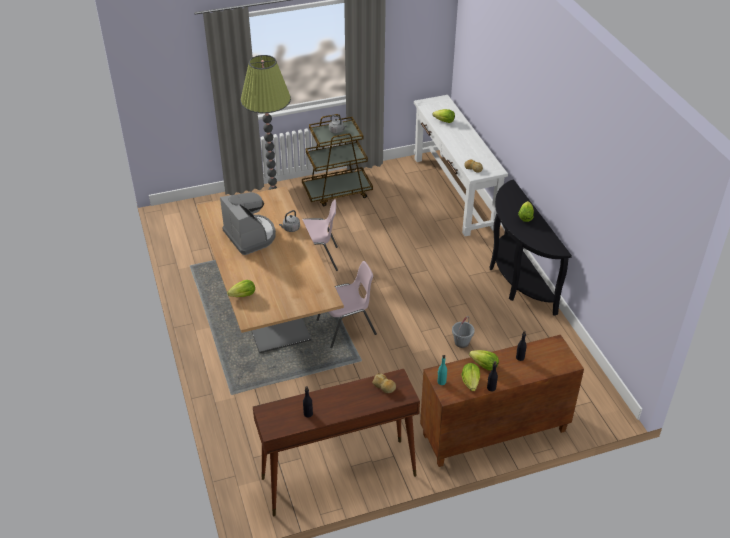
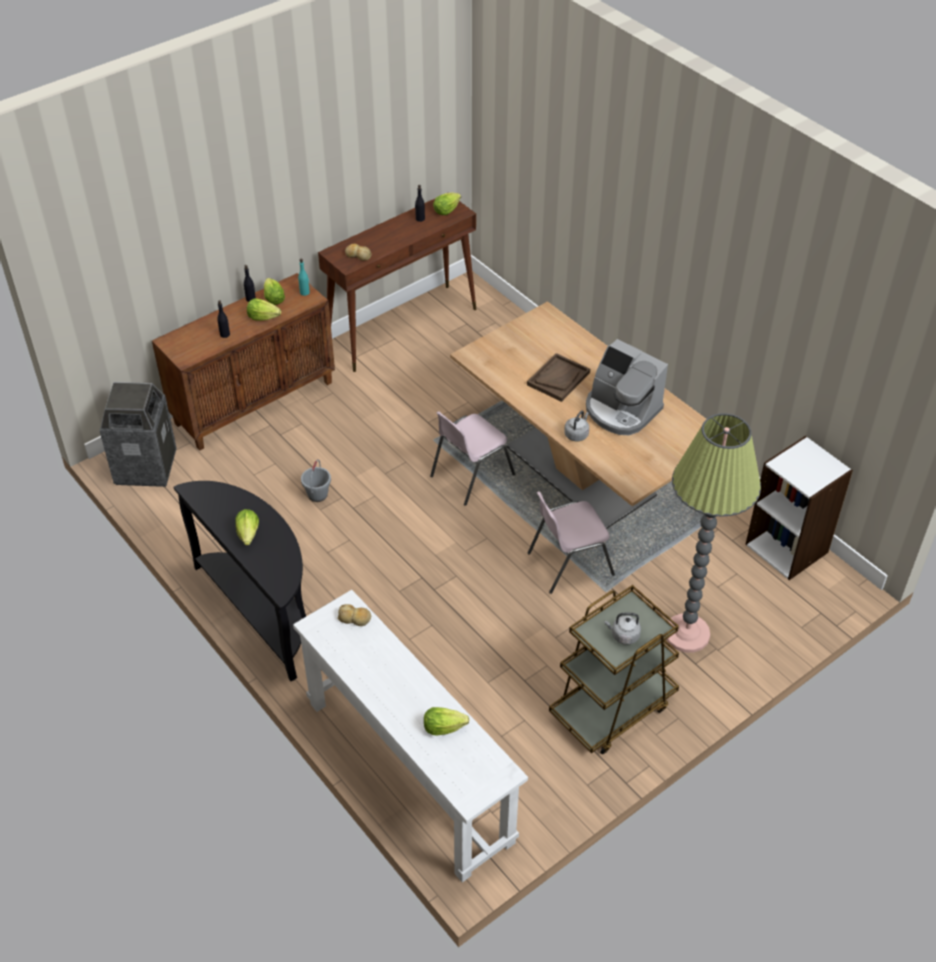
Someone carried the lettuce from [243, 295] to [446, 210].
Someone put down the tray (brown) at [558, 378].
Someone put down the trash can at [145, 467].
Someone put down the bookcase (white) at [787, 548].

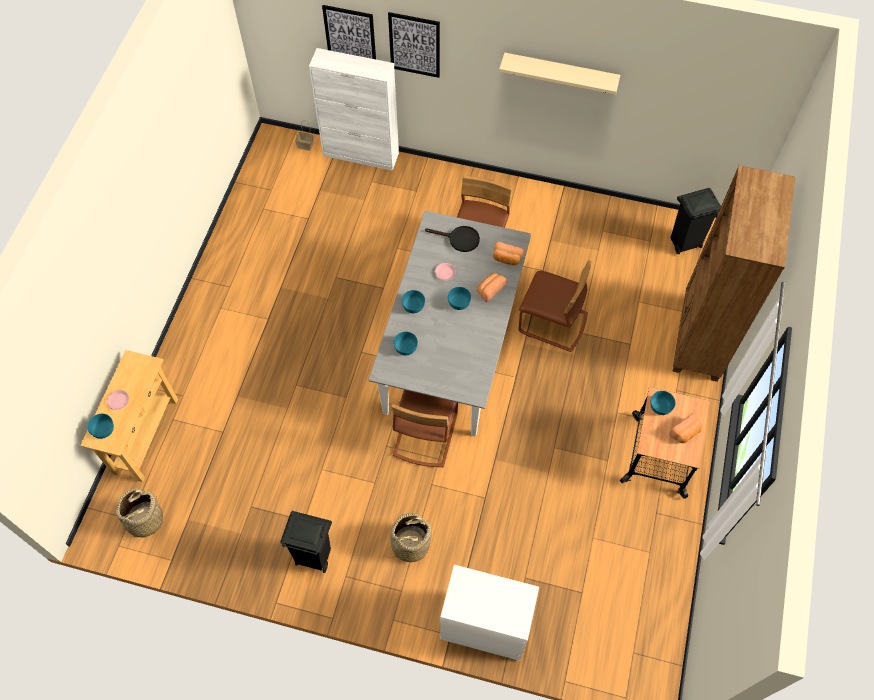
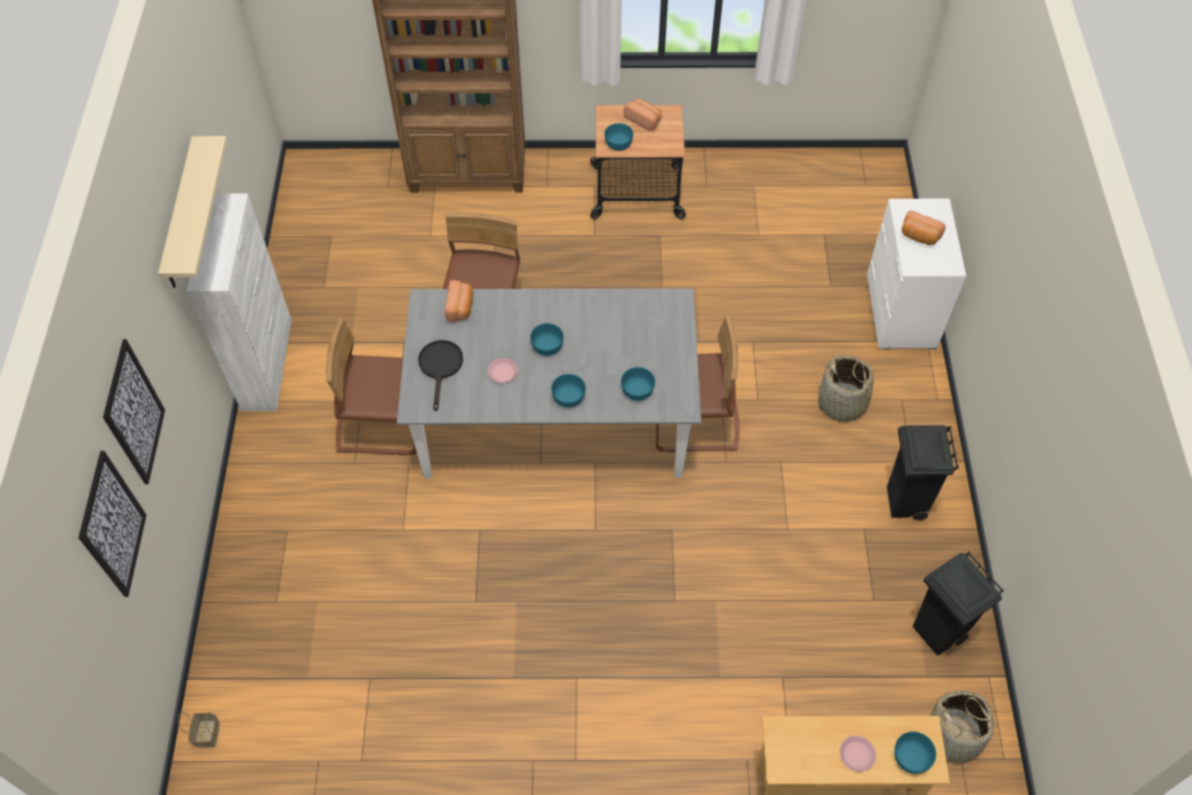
Someone carried the cabinet (white) from [361, 154] to [267, 363].
Someone carried the trash can (black) from [684, 243] to [938, 633].
Someone carried the bread from [490, 290] to [919, 236].

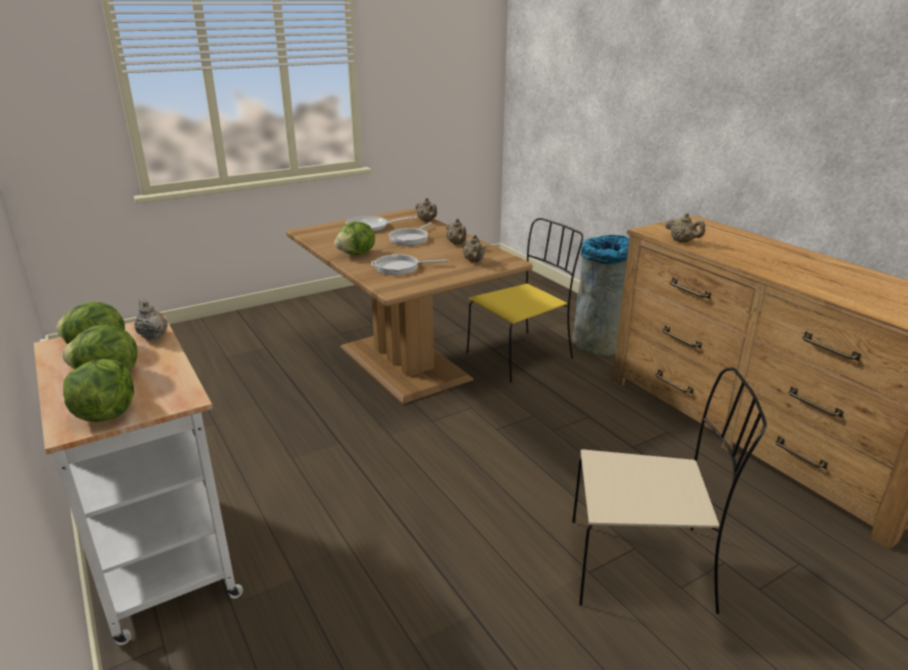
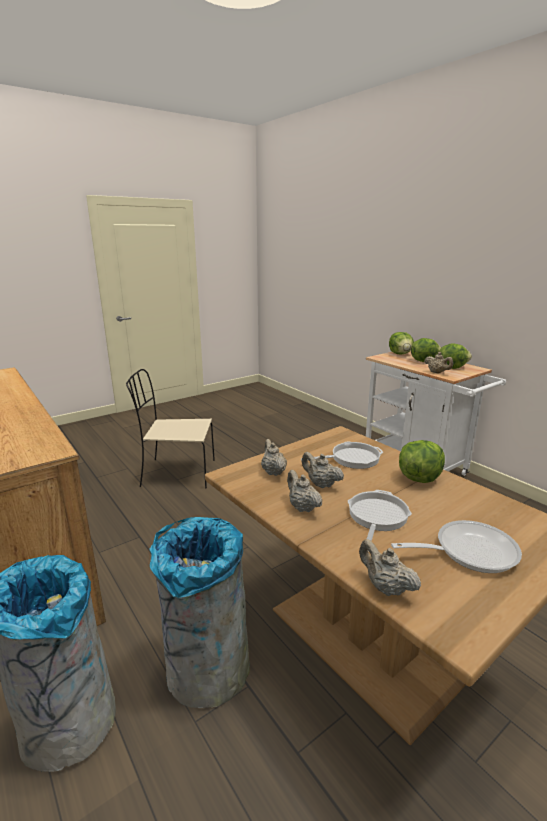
Someone carried the teapot (beige) from [682, 241] to [320, 484].
Someone swapped the chair (yellow) at [521, 355] for the trash can (grey) at [207, 671].

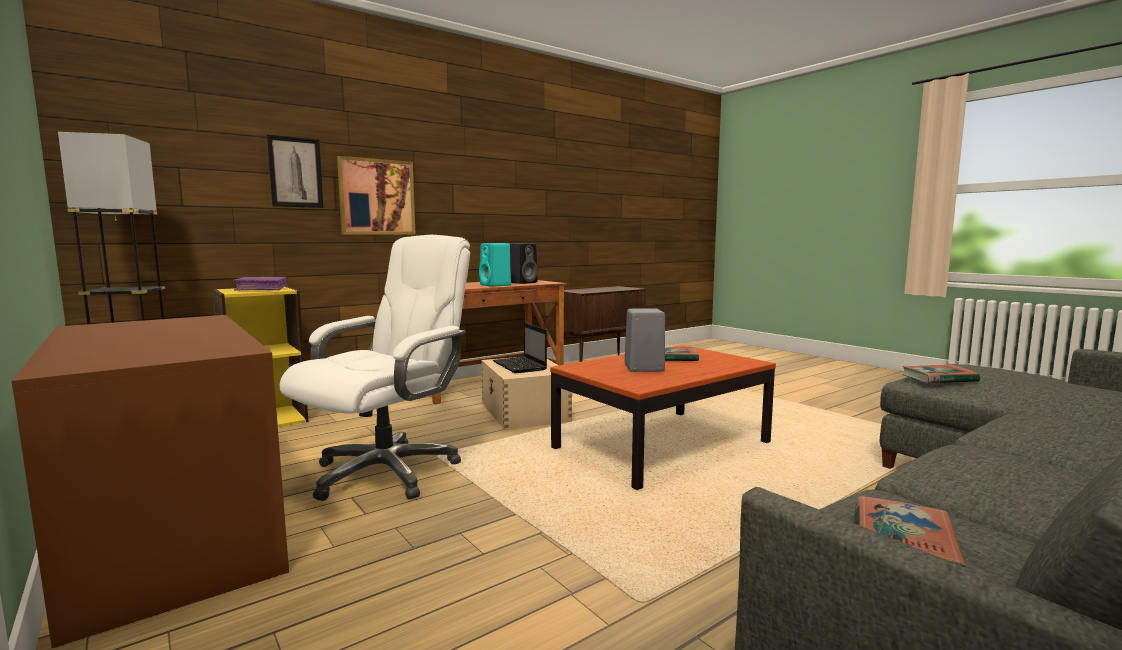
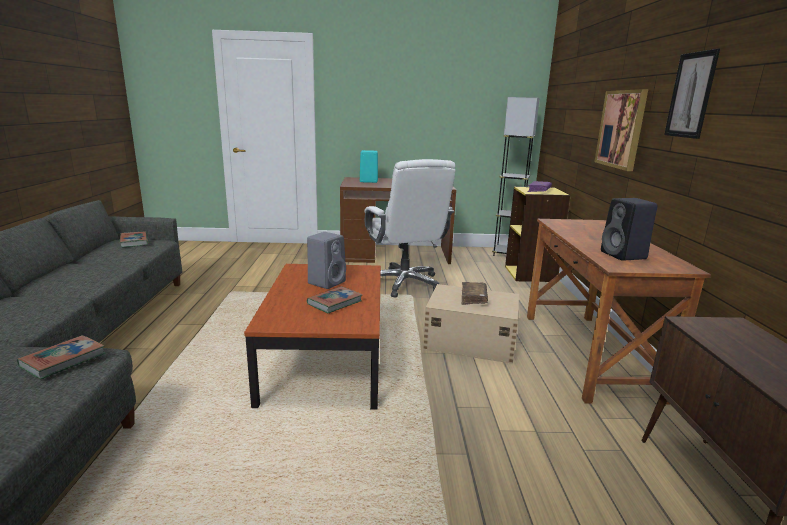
Someone carried the picture from [295, 172] to [691, 95].
Someone carried the speaker (turquoise) from [496, 285] to [368, 181].
Someone swapped the laptop at [520, 366] for the book (brown) at [473, 298].

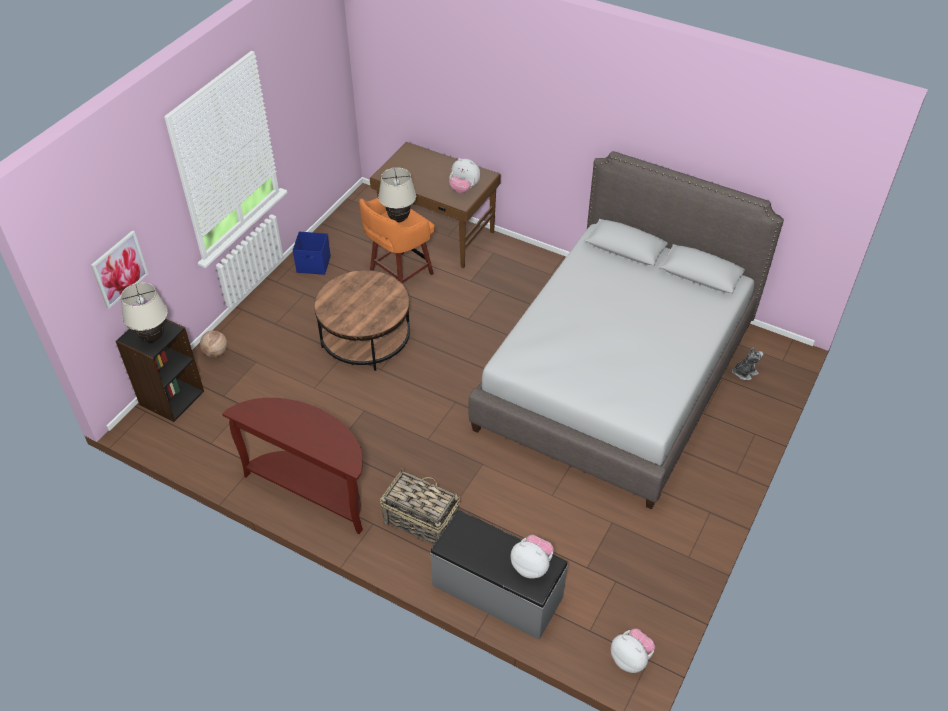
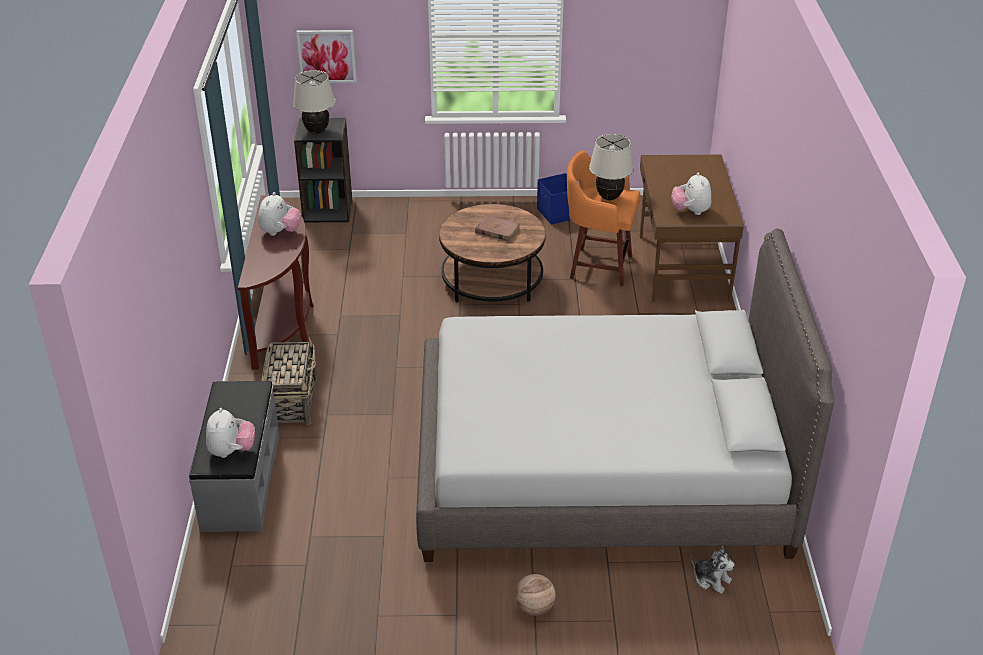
Someone carried the basketball from [216, 353] to [534, 608].
Someone carried the plush toy from [630, 659] to [280, 232].
Someone put down the book (brown) at [497, 231].

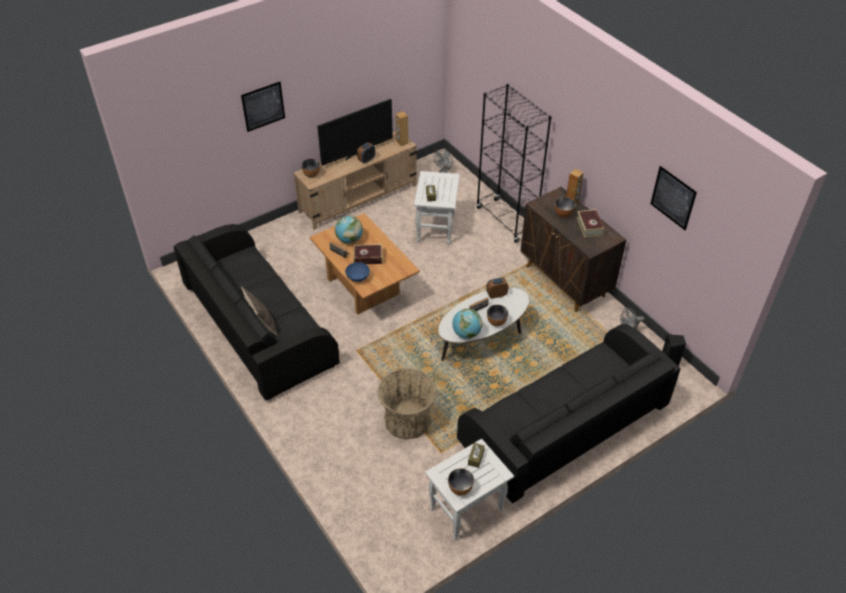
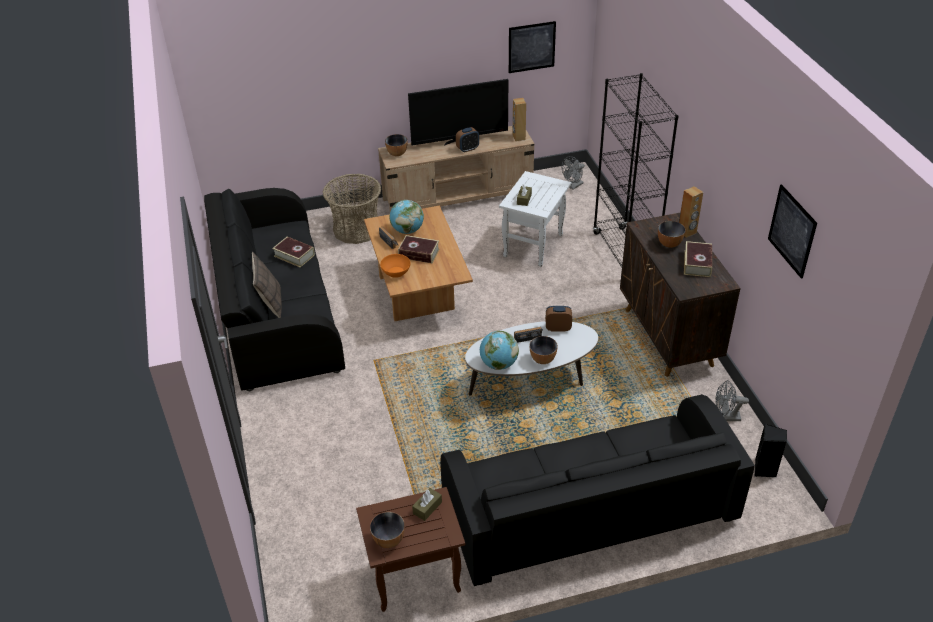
Someone carried the picture from [263, 106] to [531, 47].
Someone repainted the bowl (blue) at [357, 277], which became the bowl (orange) at [395, 272].
Someone carried the basket from [407, 420] to [356, 229].
Someone repainted the side table (white) at [466, 511], which became the side table (brown) at [413, 579].
Someone put down the book at [294, 255].

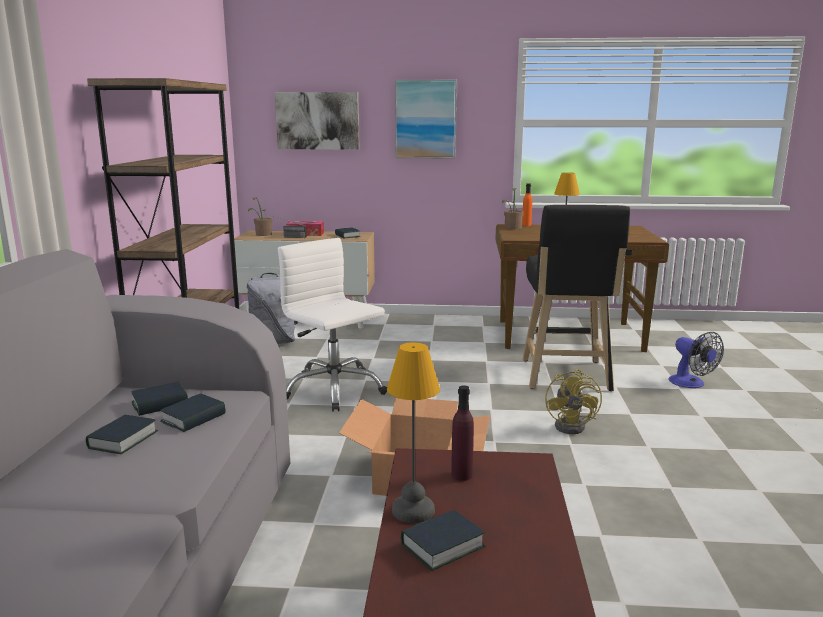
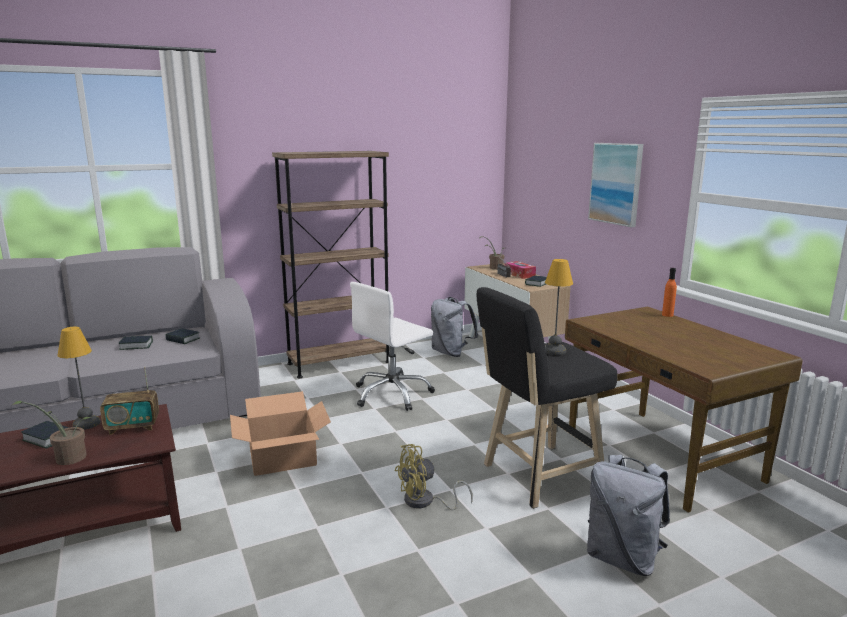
Someone took away the picture at [317, 121].
Someone carried the potted plant from [512, 228] to [66, 458].
Someone rotated the office chair (white) at [334, 389] by 150 degrees counterclockwise.
Someone swapped the fan at [691, 384] for the backpack (grey) at [623, 558].
Someone swapped the bottle (purple) at [461, 475] for the radio at [133, 427].
Someone took away the book at [193, 418].

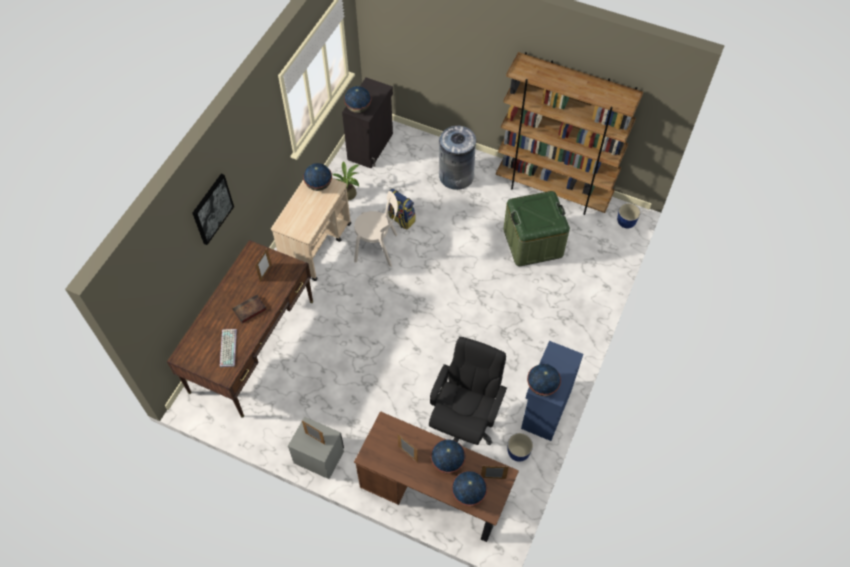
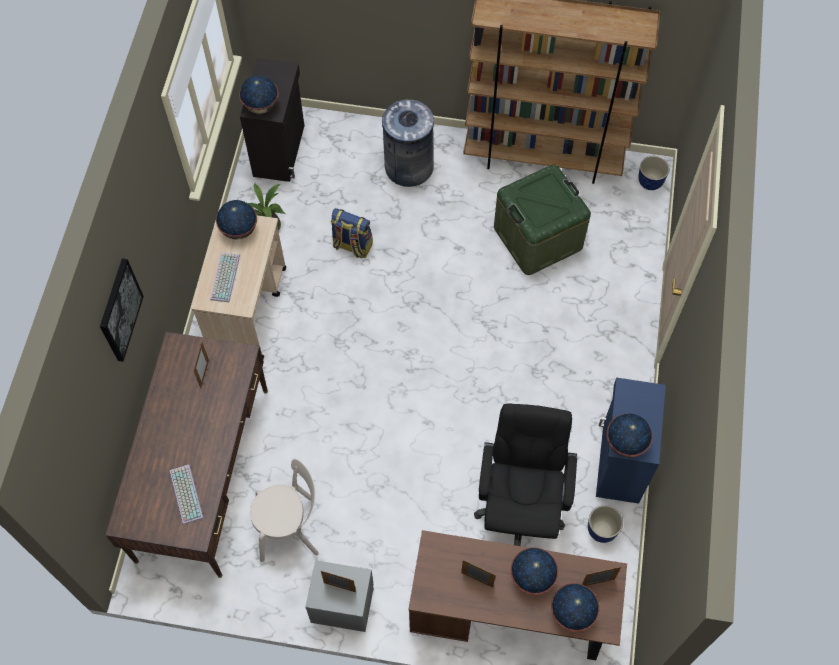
Someone carried the chair (beige) from [378, 248] to [291, 528].
Someone took away the book at [249, 310].
Someone put down the keyboard at [224, 276].

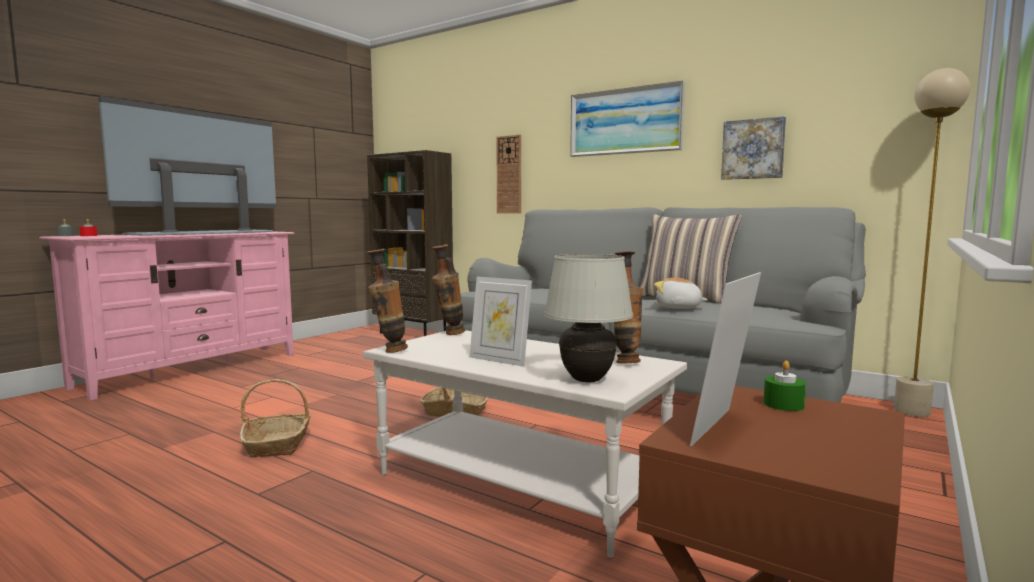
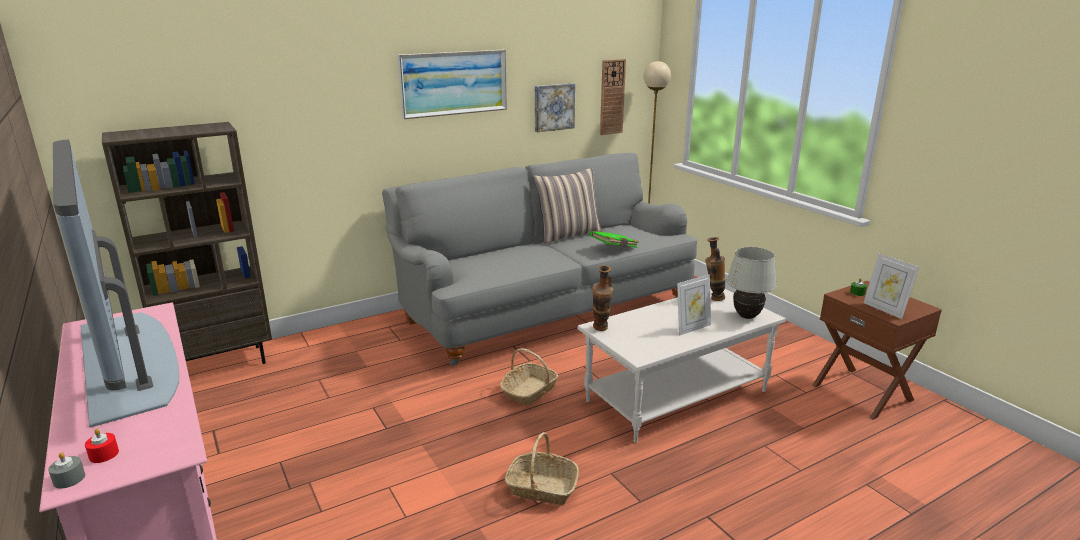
Someone carried the wall clock from [509, 175] to [612, 97].
Someone took away the vase at [388, 351].
Someone swapped the plush toy at [678, 307] for the book (green) at [614, 248].

